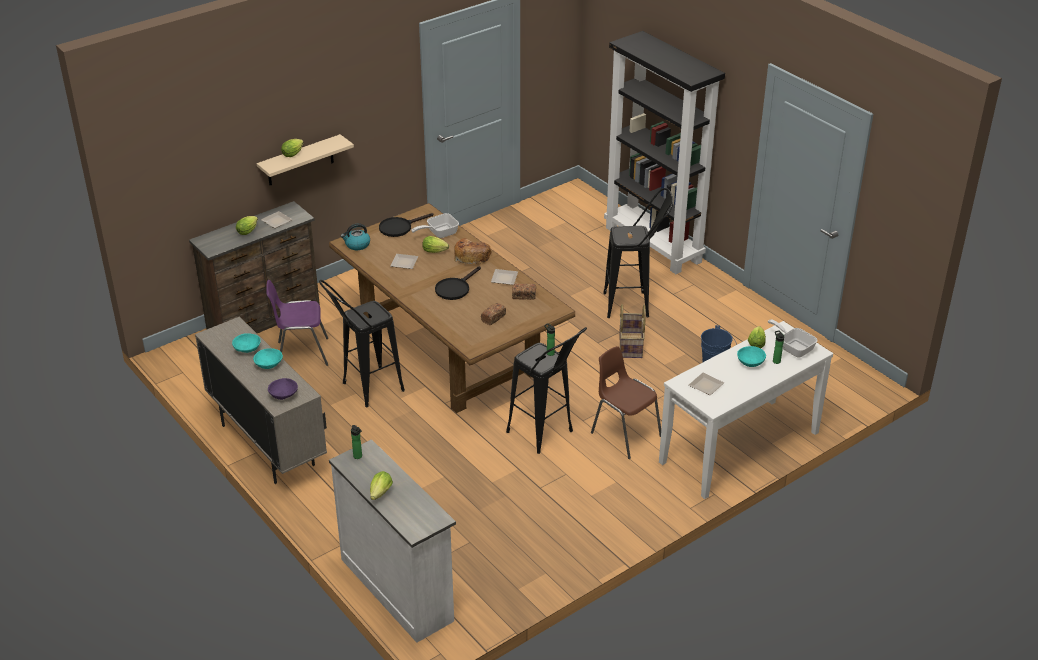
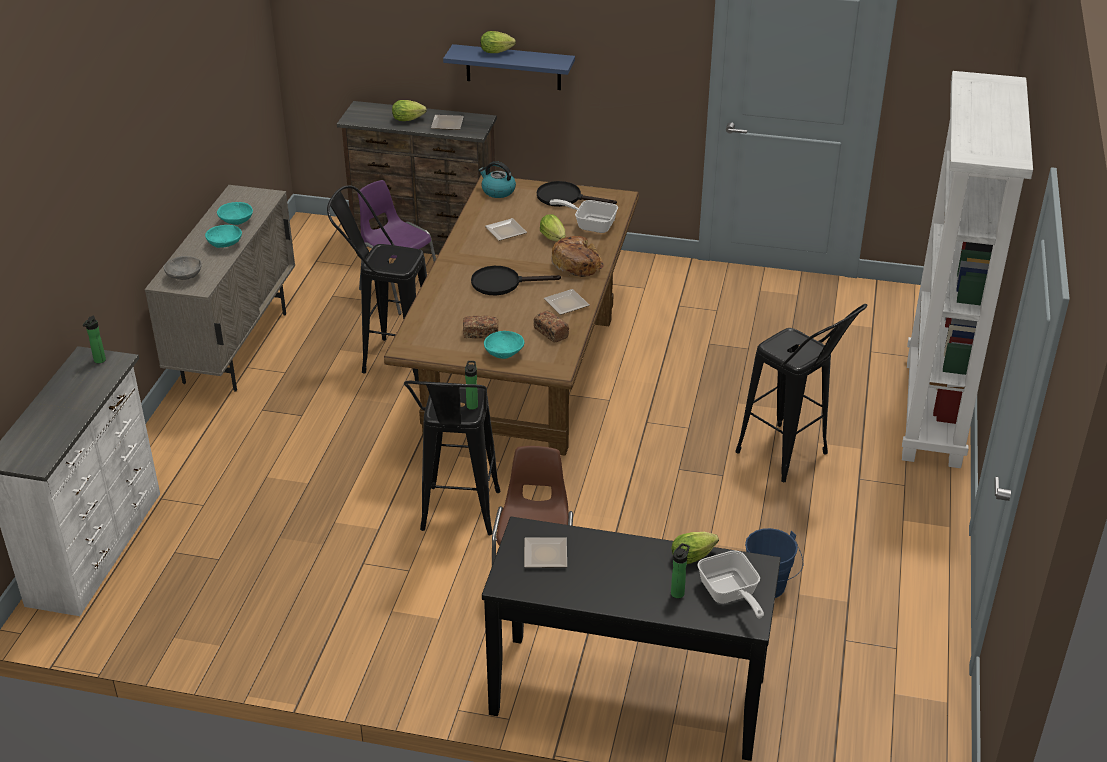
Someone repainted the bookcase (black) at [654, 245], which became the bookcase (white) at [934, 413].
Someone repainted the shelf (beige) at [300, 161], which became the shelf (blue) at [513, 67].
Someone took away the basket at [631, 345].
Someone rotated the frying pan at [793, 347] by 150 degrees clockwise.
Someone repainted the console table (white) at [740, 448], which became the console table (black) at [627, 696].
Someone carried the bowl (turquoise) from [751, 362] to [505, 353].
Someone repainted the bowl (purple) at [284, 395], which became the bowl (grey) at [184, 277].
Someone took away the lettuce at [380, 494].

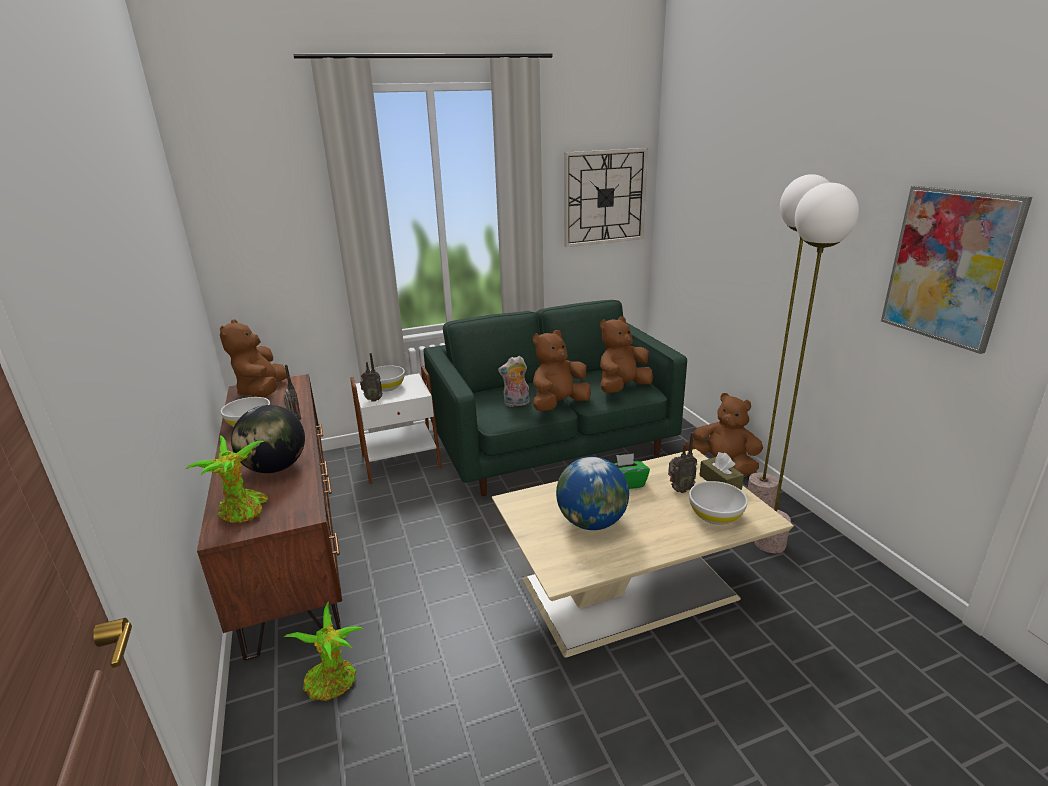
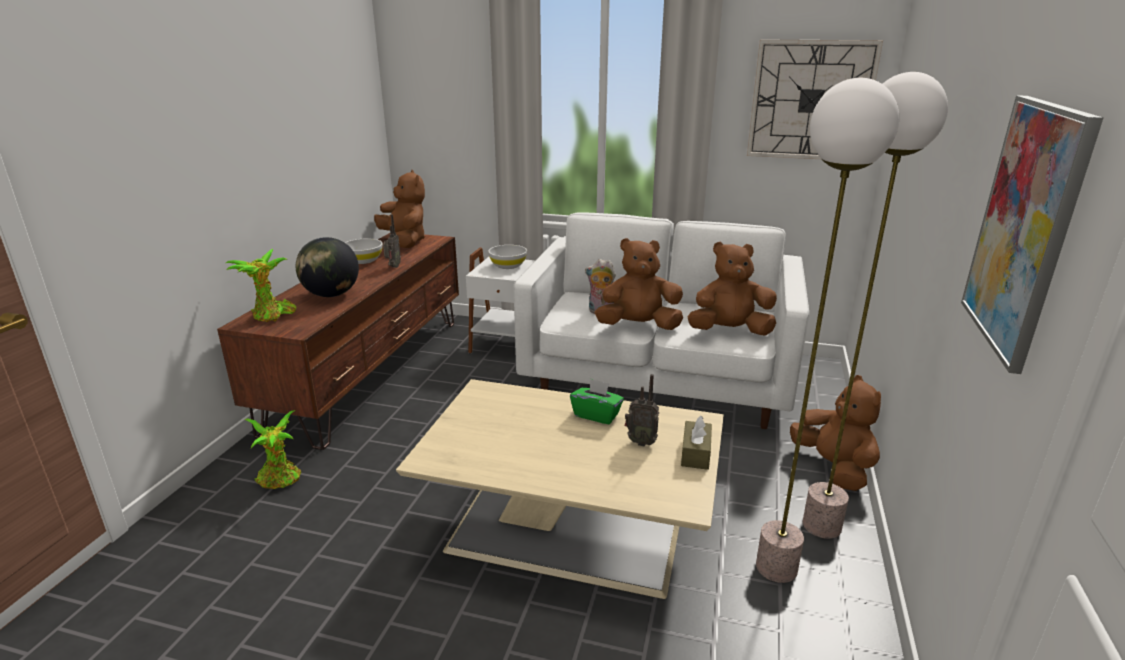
Someone repainted the sofa (green) at [553, 449], which became the sofa (white) at [658, 382].
Someone rotated the plush toy (brown) at [263, 392] by 120 degrees clockwise.
Someone took away the radio at [374, 399].
Someone took away the globe at [591, 523].
Someone took away the bowl (white) at [716, 515].

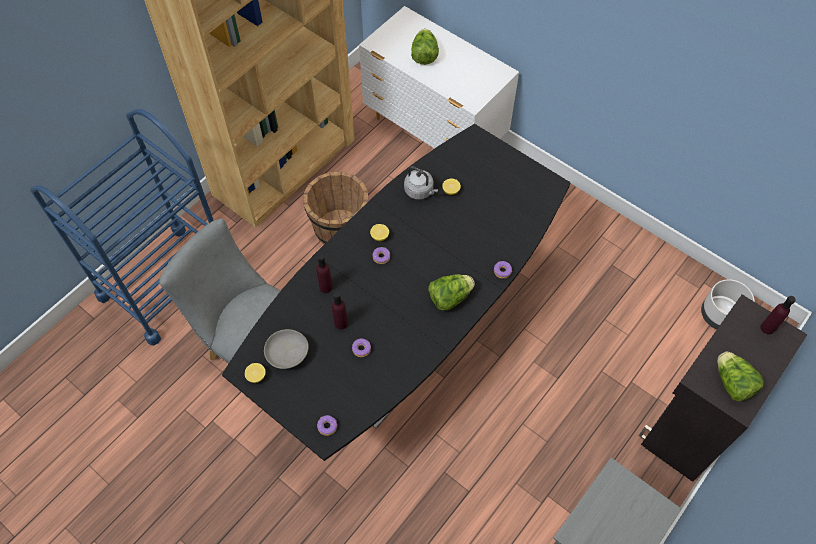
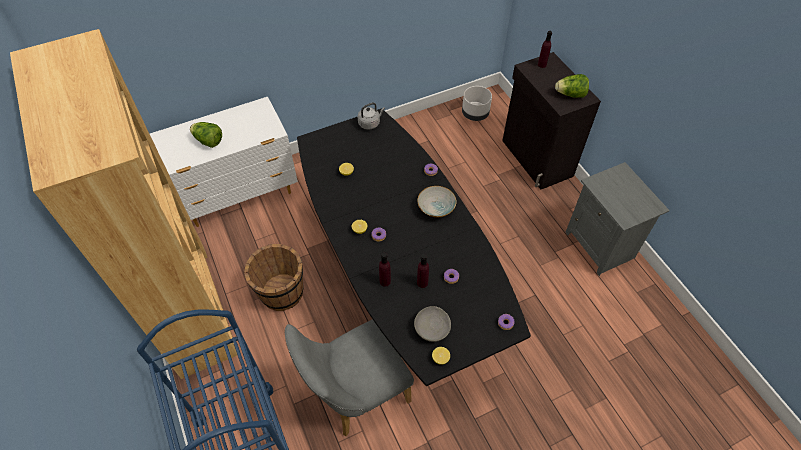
Someone carried the kettle (grey) from [420, 191] to [370, 123].
Someone swapped the lettuce at [450, 297] for the bowl at [436, 208].

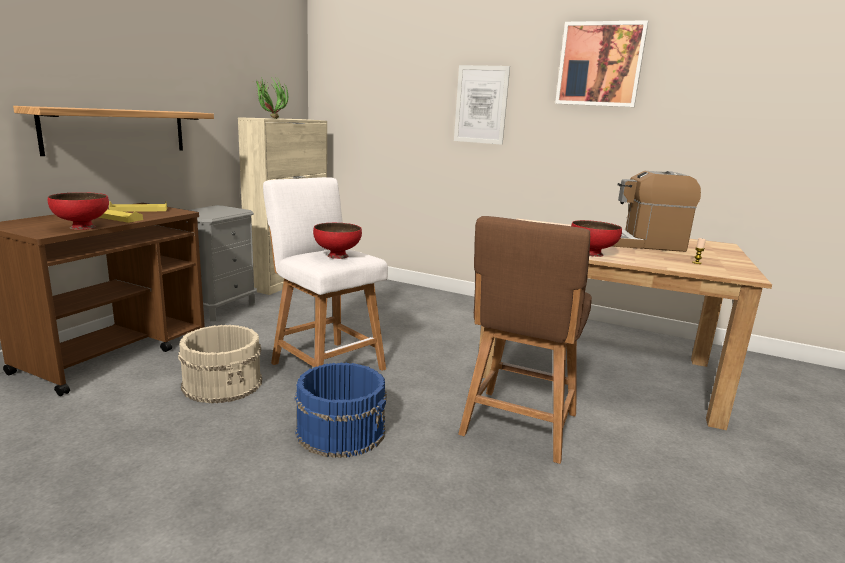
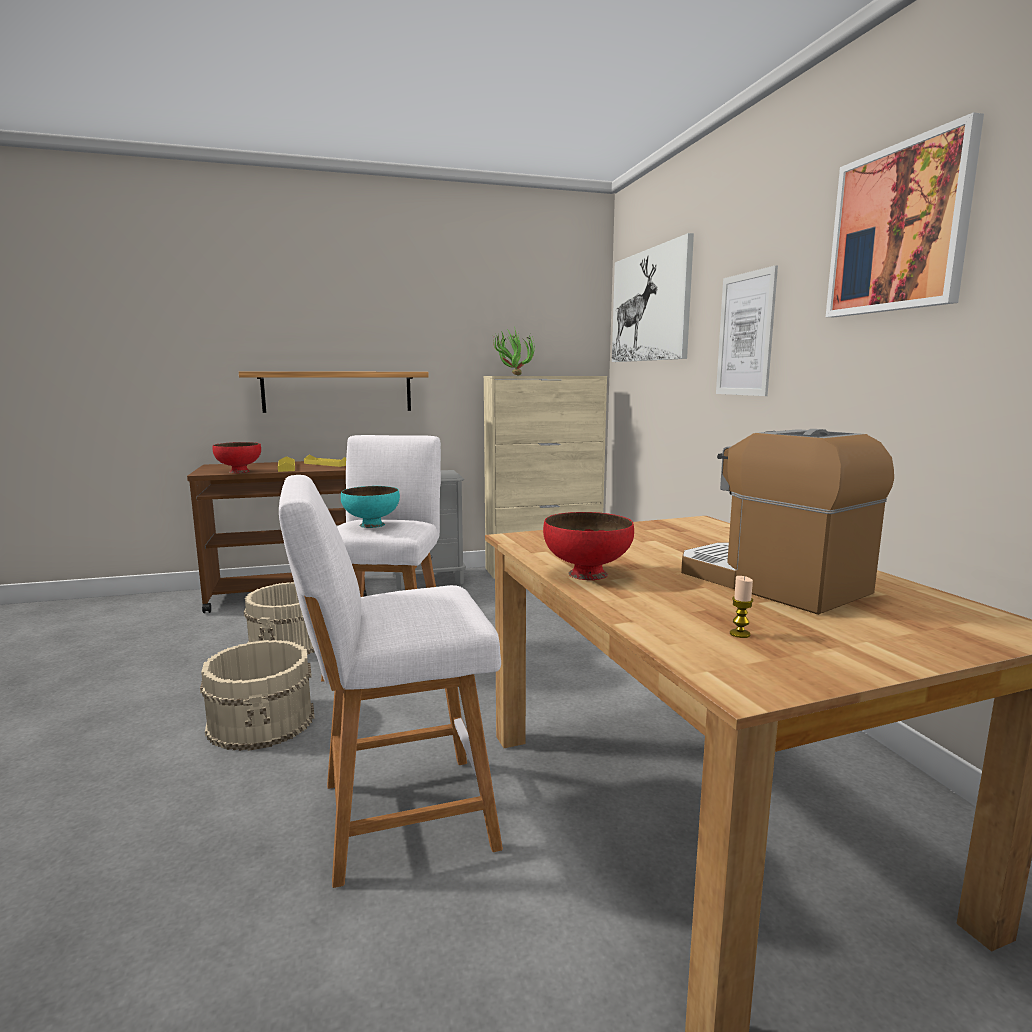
Someone repainted the stool (brown) at [518, 427], which became the stool (white) at [397, 816].
Someone repainted the bowl (red) at [337, 256], which became the bowl (turquoise) at [372, 525].
Someone repainted the bucket (blue) at [341, 431], which became the bucket (beige) at [263, 721].
Someone put up the picture at [650, 306].

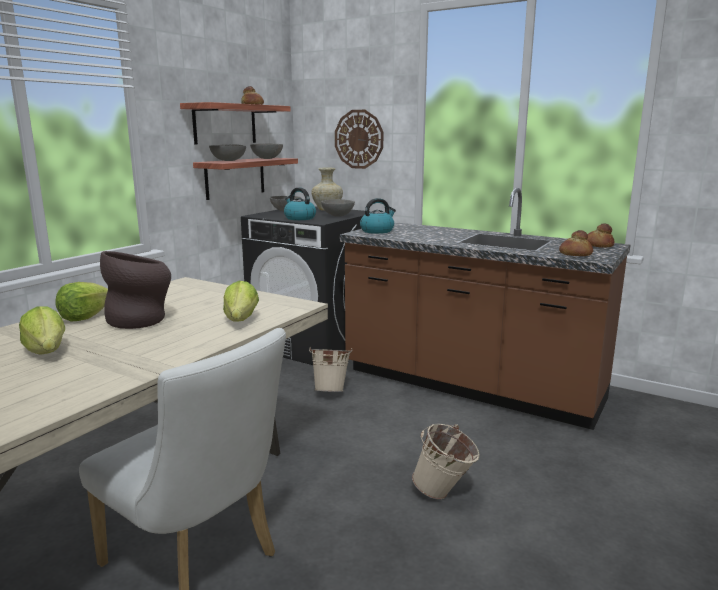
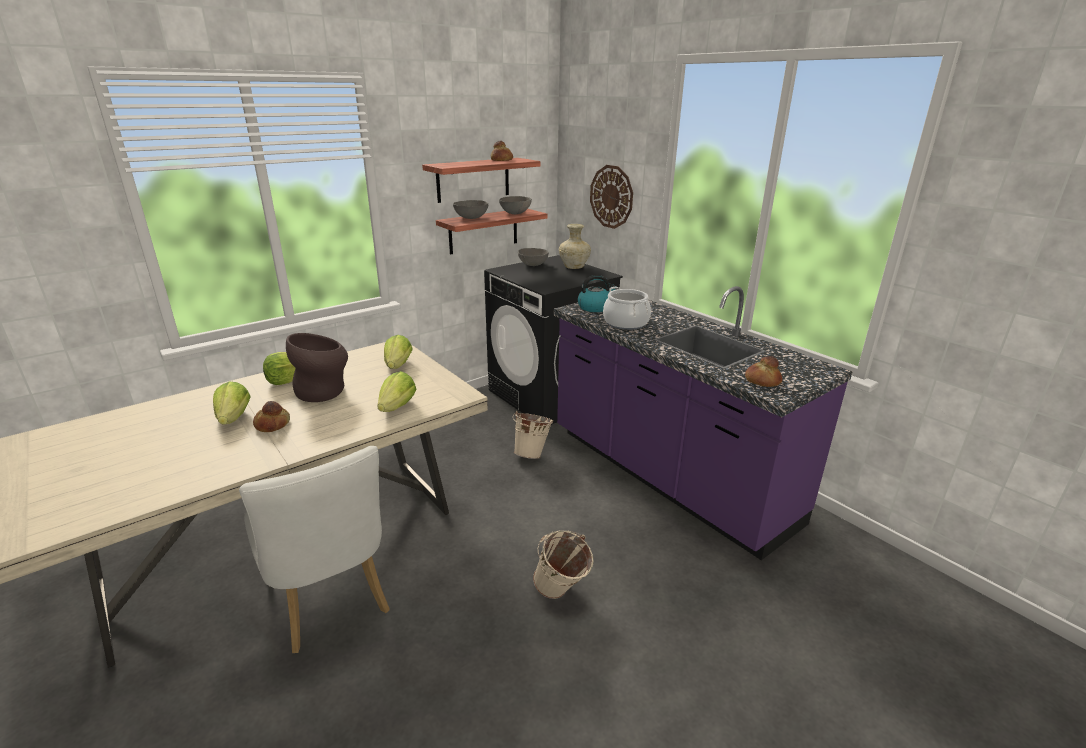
Someone took away the kettle at [299, 218].
Someone repainted the counter (brown) at [470, 386], which became the counter (purple) at [667, 477].
Someone took away the bowl (grey) at [338, 215].
Someone carried the bread from [598, 245] to [272, 424].
Someone put down the cooking pot at [626, 323].
Someone put down the lettuce at [398, 365].

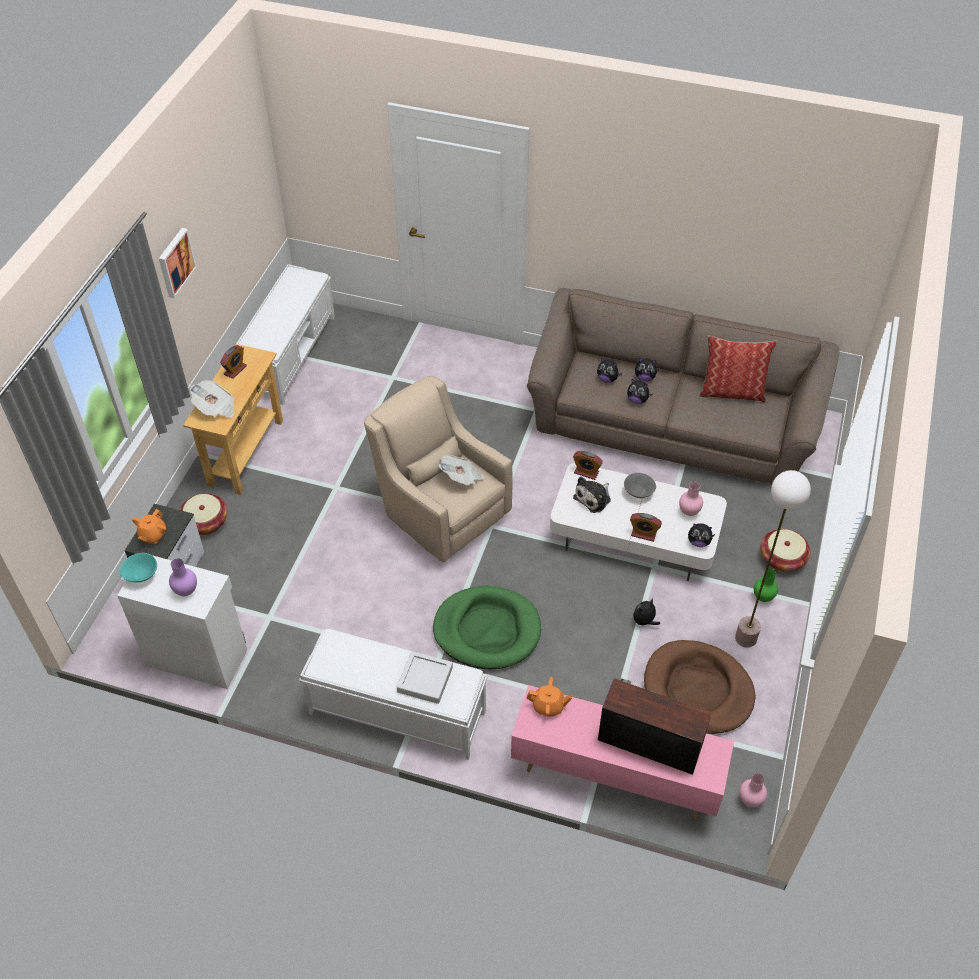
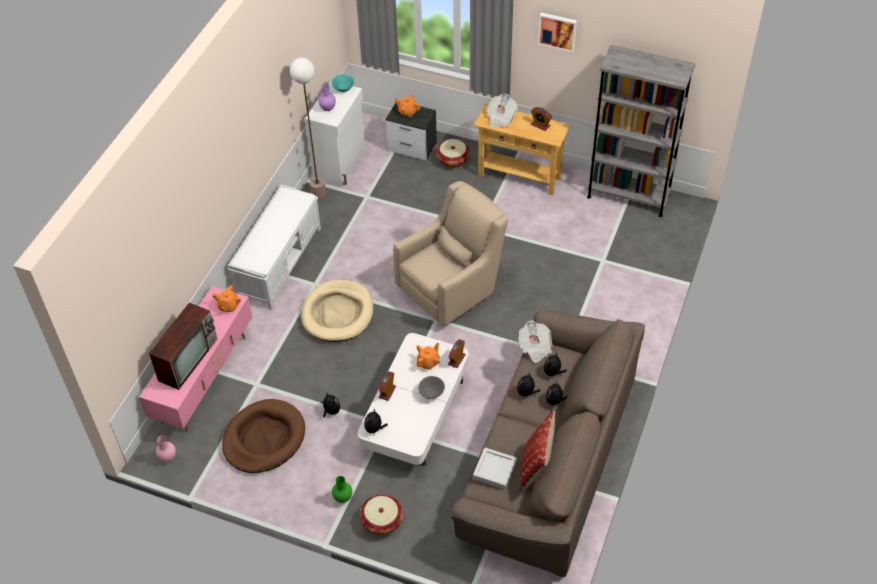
Someone swapped the bench (white) at [289, 354] for the bookcase (grey) at [628, 196].
Someone carried the newspaper from [461, 477] to [535, 347].
Someone carried the floor lamp from [746, 638] to [318, 193].
Someone swapped the plush toy at [594, 498] for the teapot (orange) at [428, 362].
Someone took away the vase (pink) at [688, 512].
Someone repainted the dog bed (green) at [487, 630], which became the dog bed (beige) at [338, 313].
Someone carried the tray (grey) from [425, 680] to [494, 470].

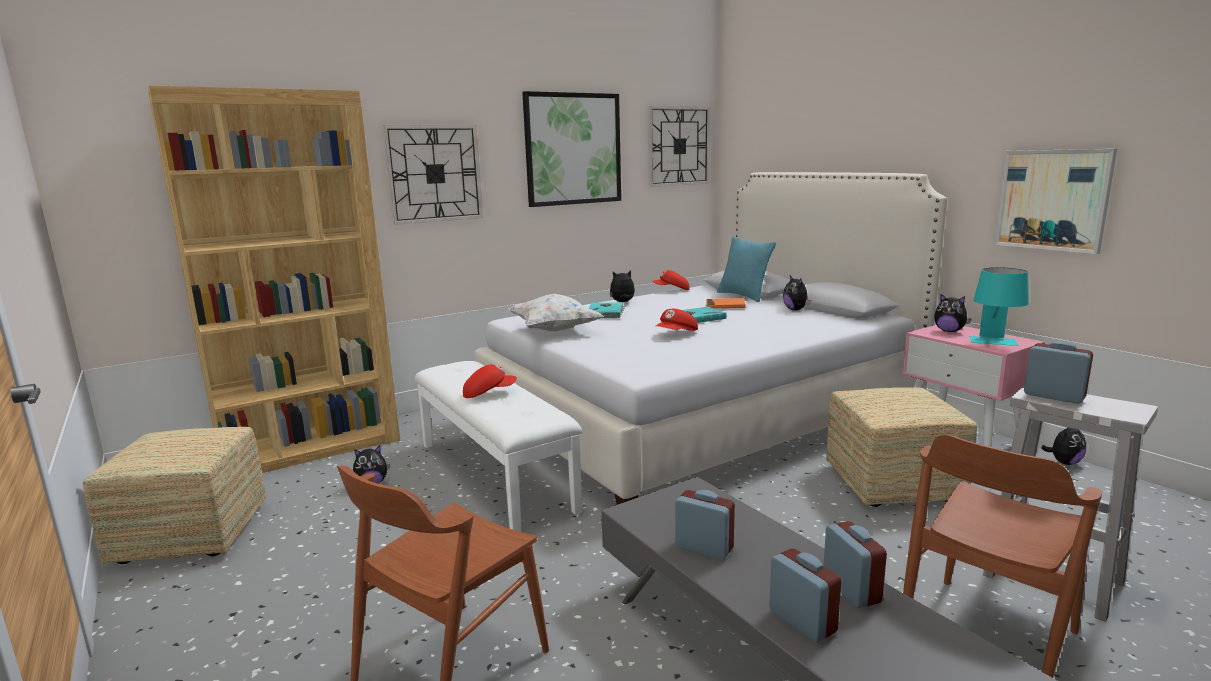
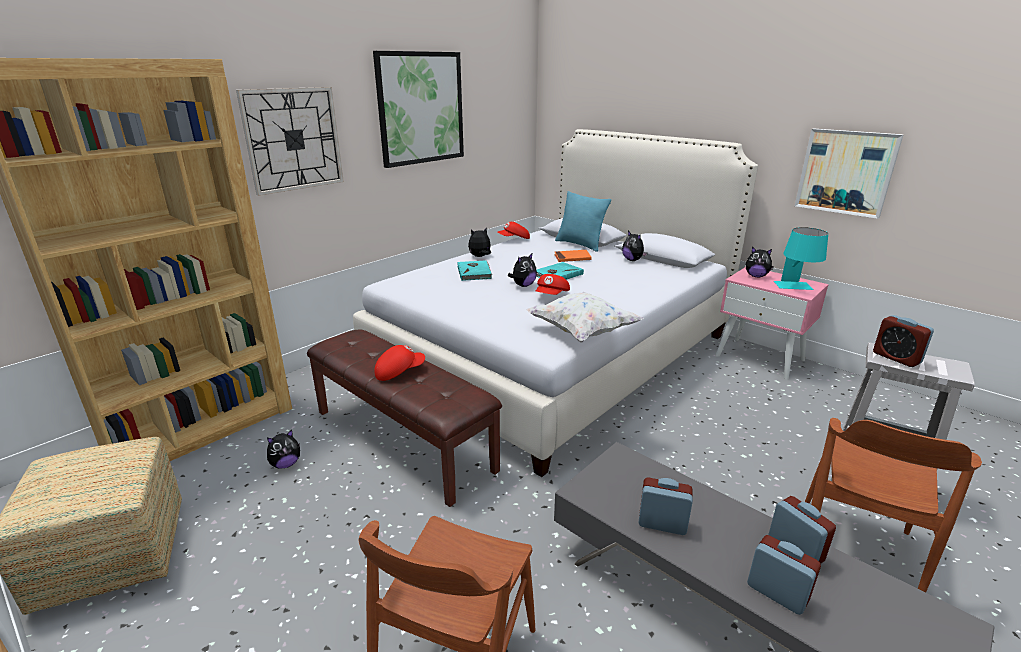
Someone took away the wall clock at [678, 146].
Someone carried the pillow (white) from [554, 330] to [581, 332].
Someone rotated the alarm clock at [1054, 396] by 150 degrees counterclockwise.
Someone repainted the bench (white) at [496, 475], which became the bench (brown) at [404, 439].
Someone took away the ottoman at [893, 485].
Someone carried the plush toy from [1064, 462] to [523, 285].

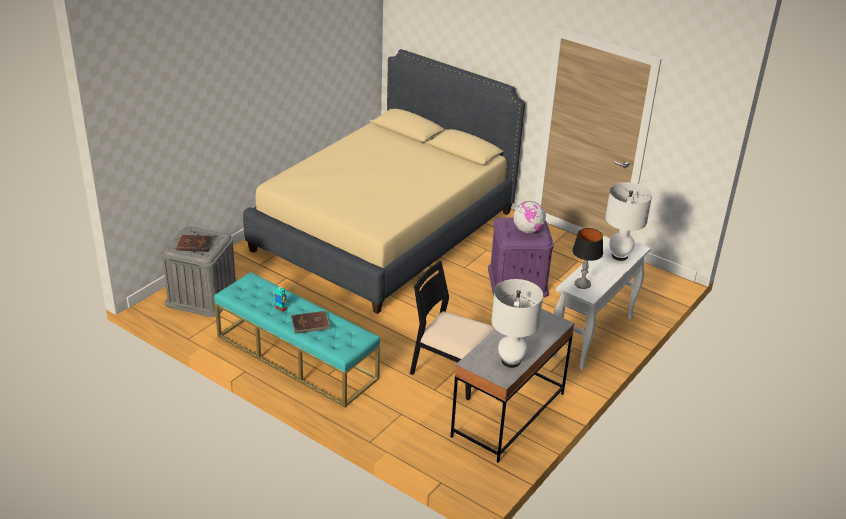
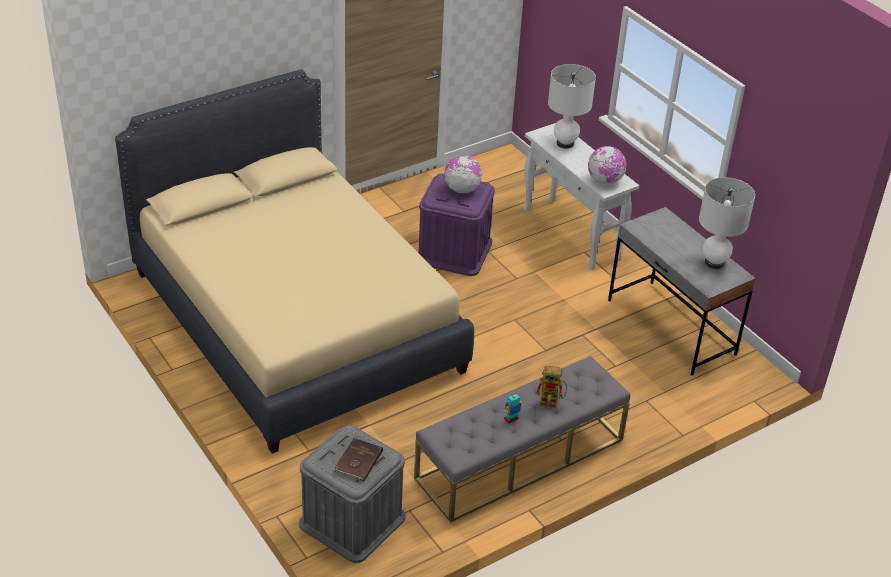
Someone swapped the table lamp at [582, 284] for the globe at [605, 181].
Someone took away the chair (black) at [451, 371].
Someone repainted the bench (turquoise) at [296, 357], which became the bench (grey) at [520, 459].
Someone swapped the book (brown) at [310, 324] for the toy robot at [552, 401].

